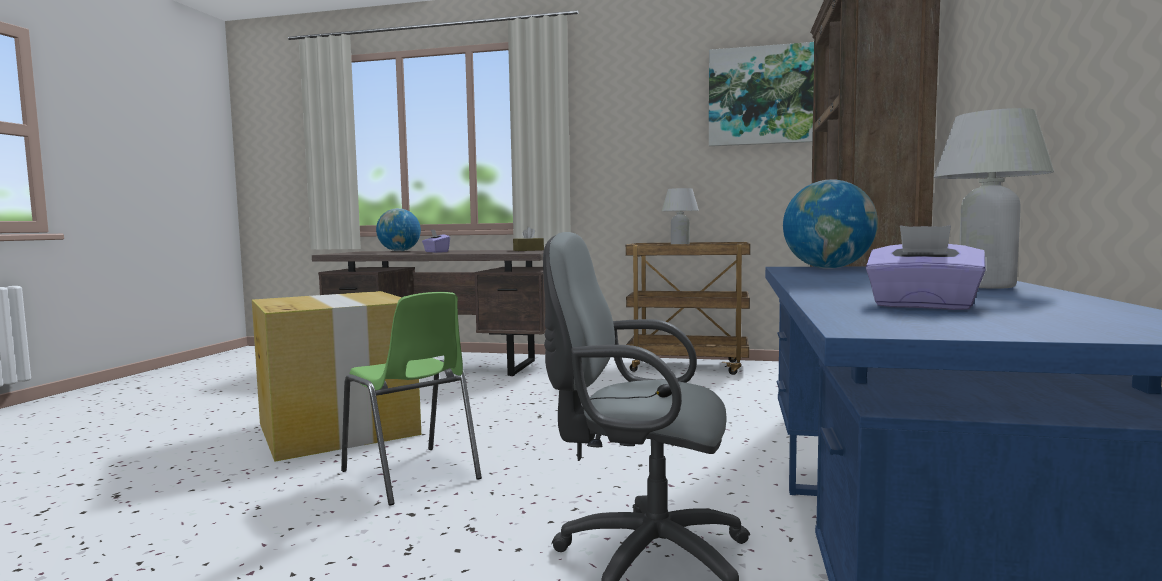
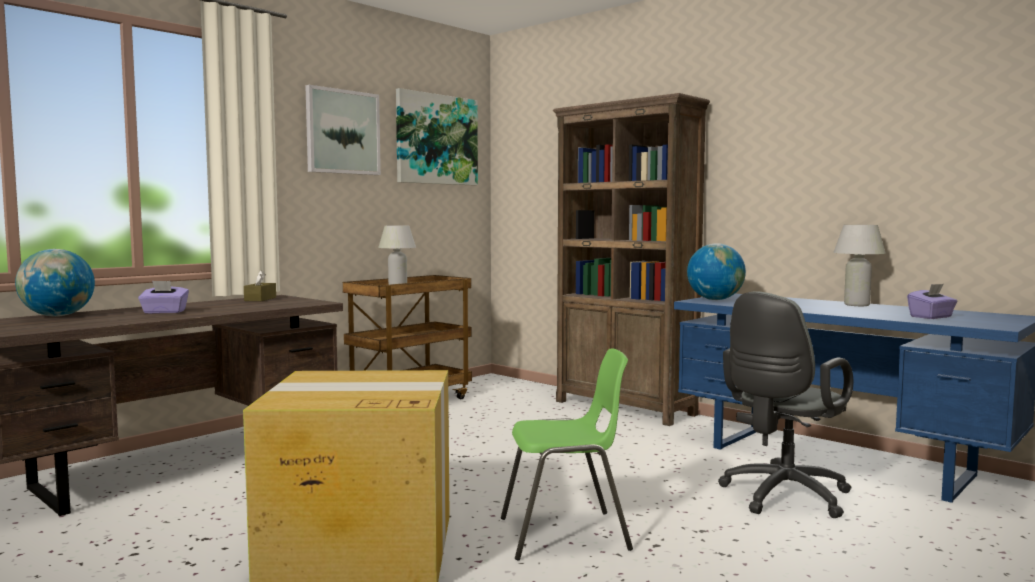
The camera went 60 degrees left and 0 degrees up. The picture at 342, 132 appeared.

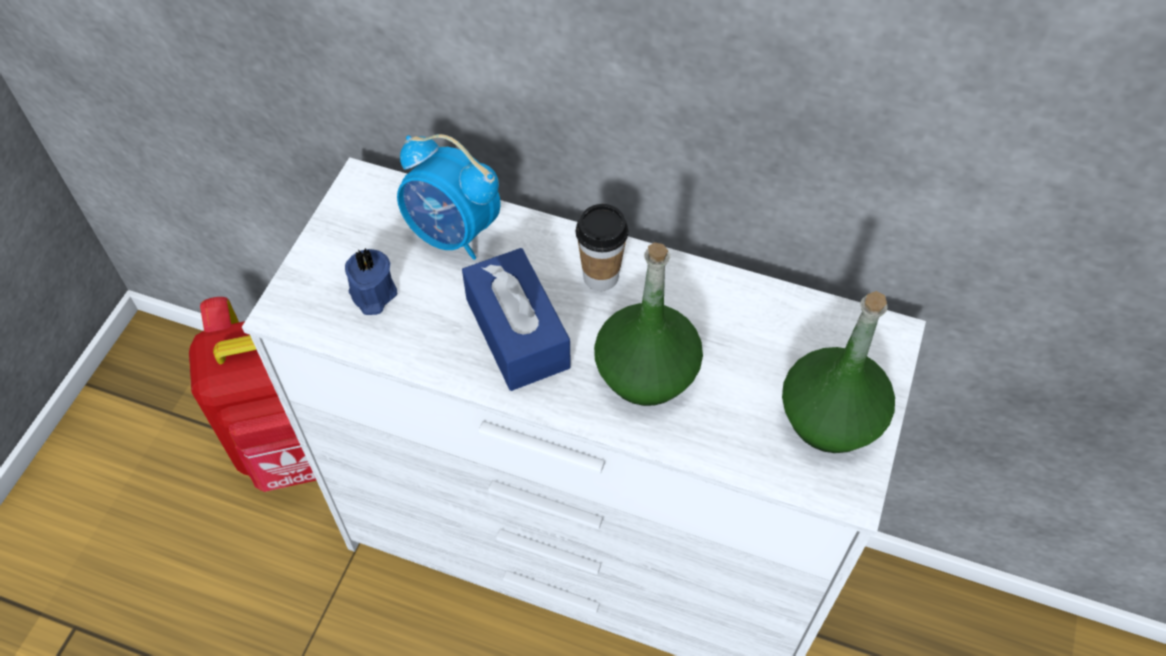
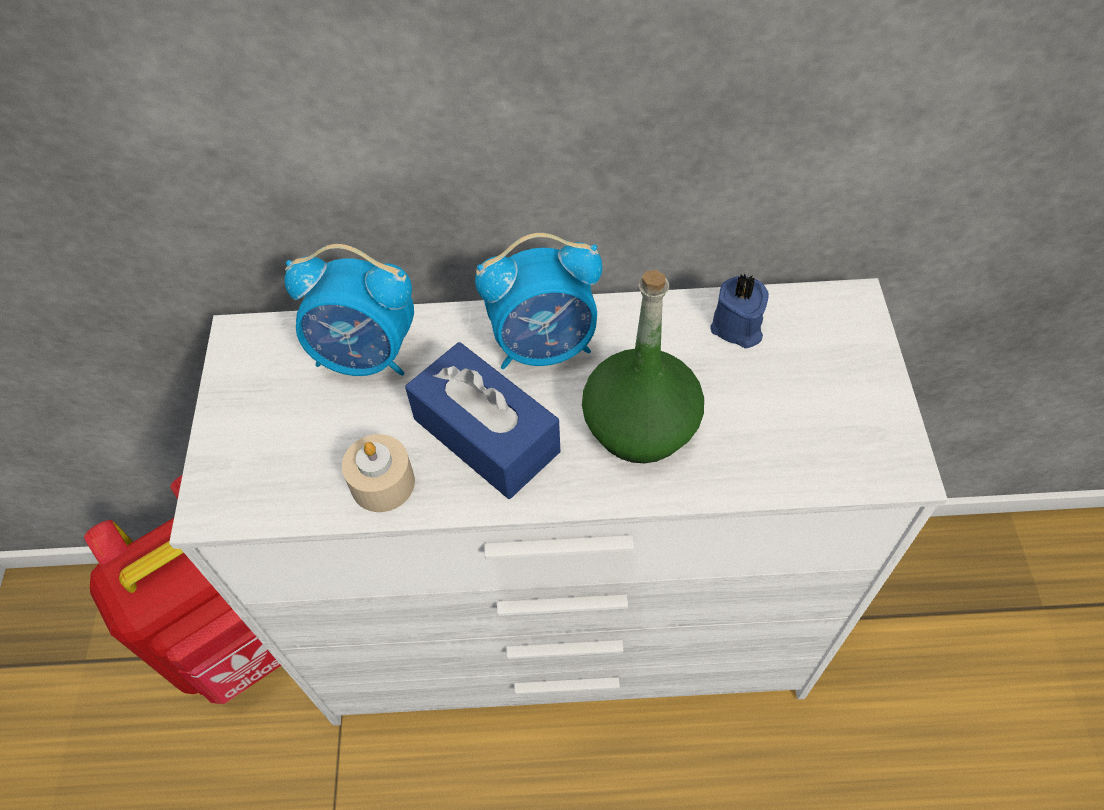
The camera went 20 degrees left and 0 degrees up. The cup at 600, 277 was replaced by the alarm clock at 545, 346. The blue candle moved from 372, 294 to 737, 327. The green bottle at 830, 418 disappeared. The beige candle at 382, 483 appeared.

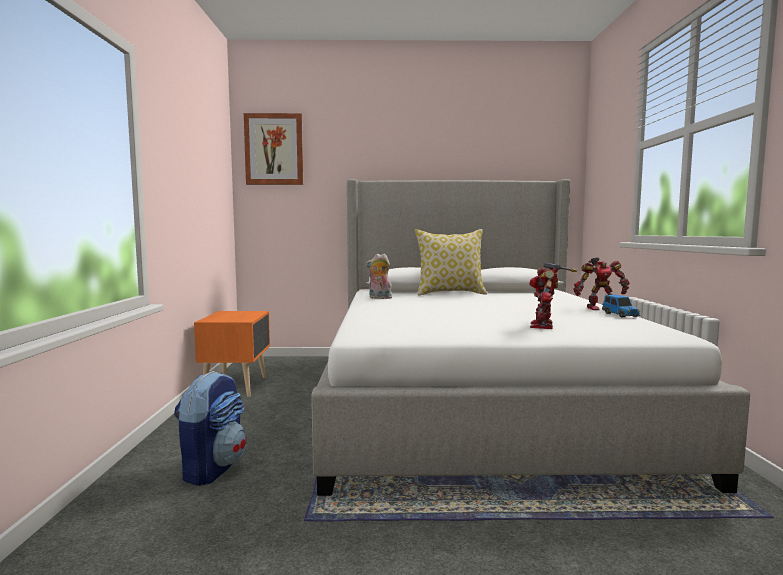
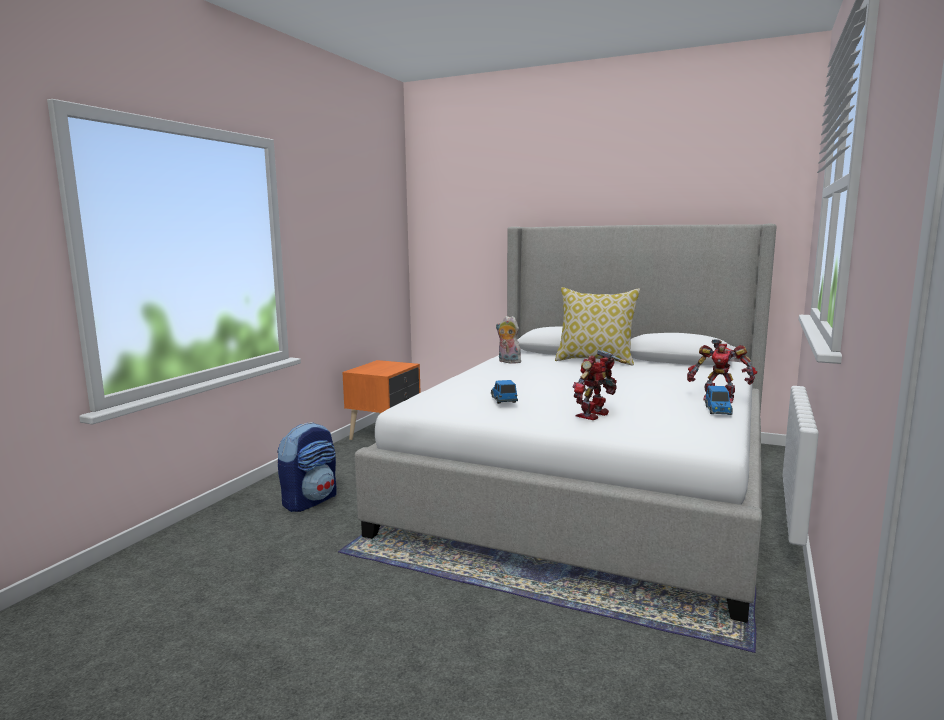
The camera went 25 degrees right and 5 degrees up. The picture at 274, 149 disappeared. The toy car at 503, 400 appeared.

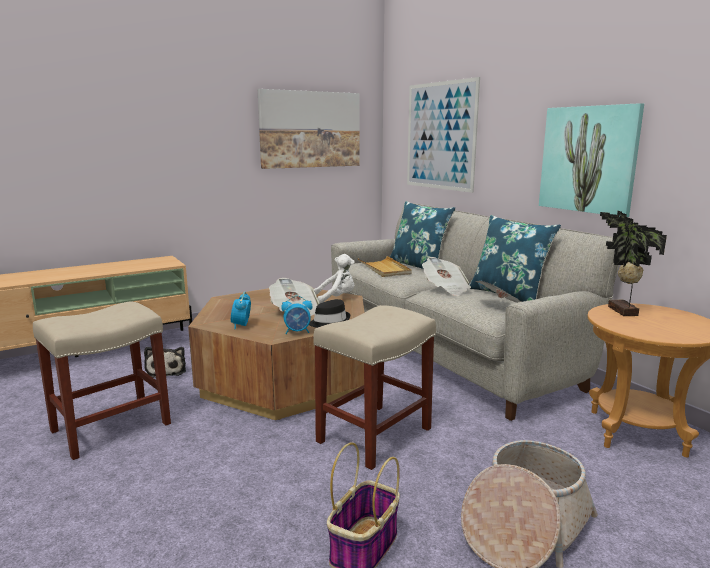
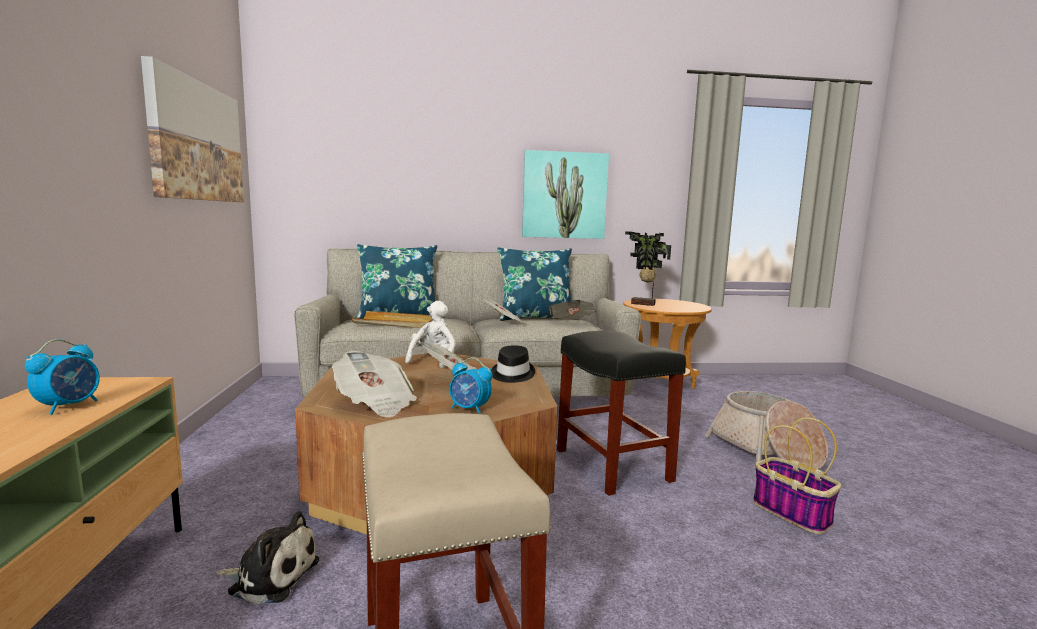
The camera went 65 degrees left and 5 degrees down. The picture at 440, 136 disappeared. The alarm clock moved from 297, 332 to 69, 406. The beige stool at 375, 434 became the black stool at 611, 464. The newspaper at 375, 404 appeared.

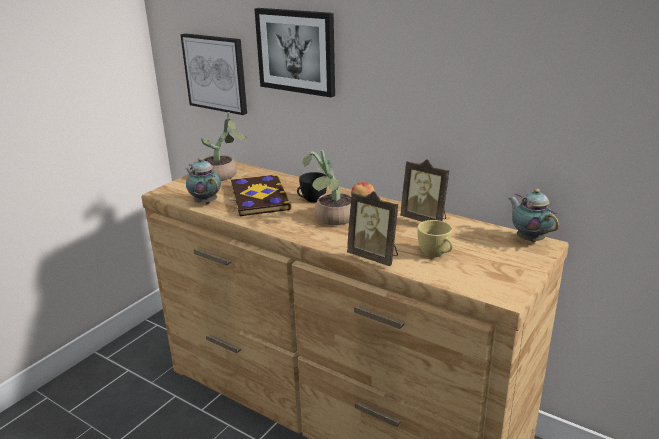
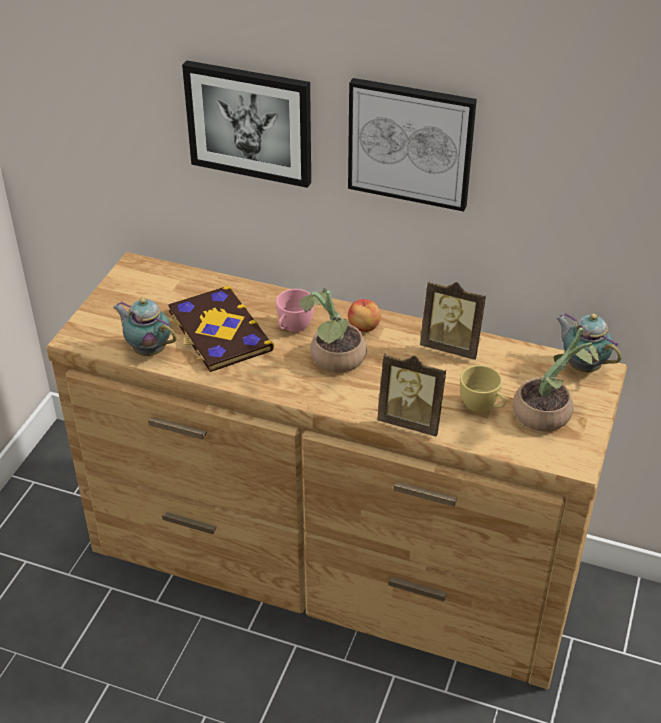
The camera went 15 degrees left and 15 degrees up. The picture moved from 216, 73 to 411, 143. The potted plant moved from 224, 176 to 549, 413. The black cup at 311, 200 became the pink cup at 293, 328.

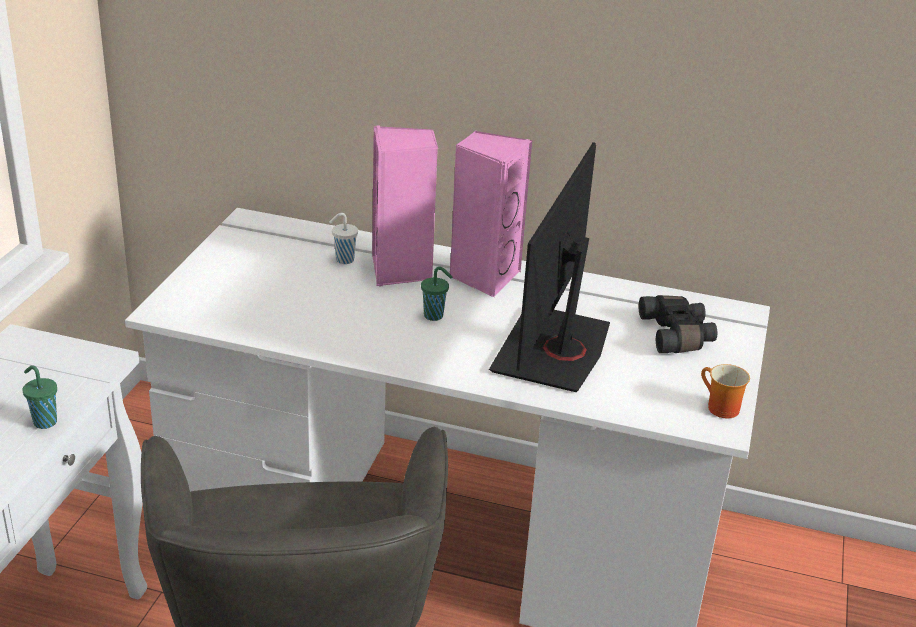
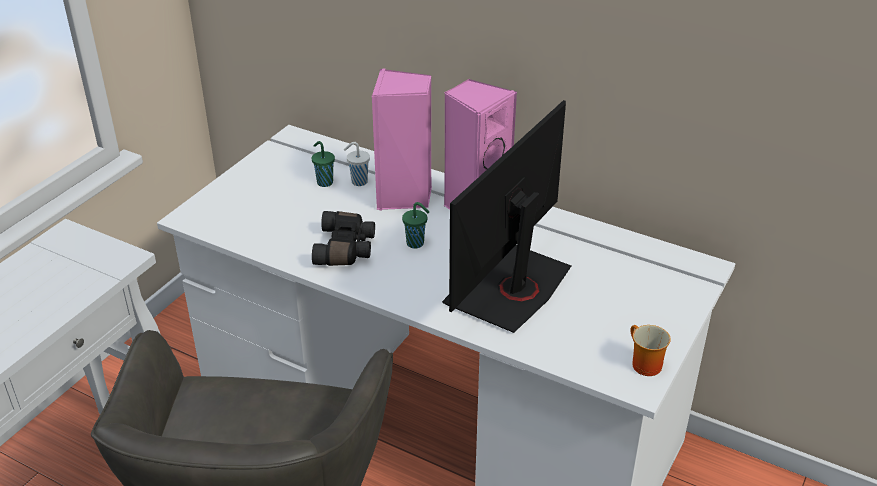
The camera went 15 degrees right and 5 degrees up. The black binoculars moved from 678, 335 to 346, 249. The green cup moved from 44, 422 to 324, 182.

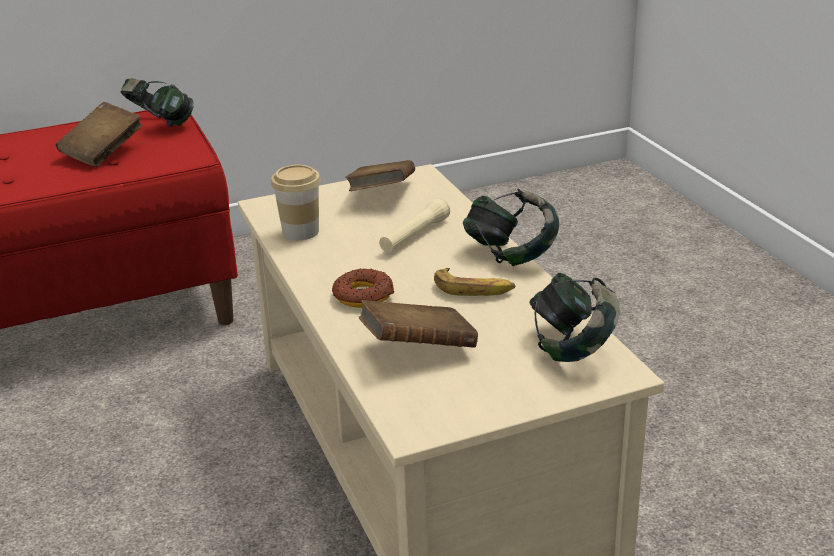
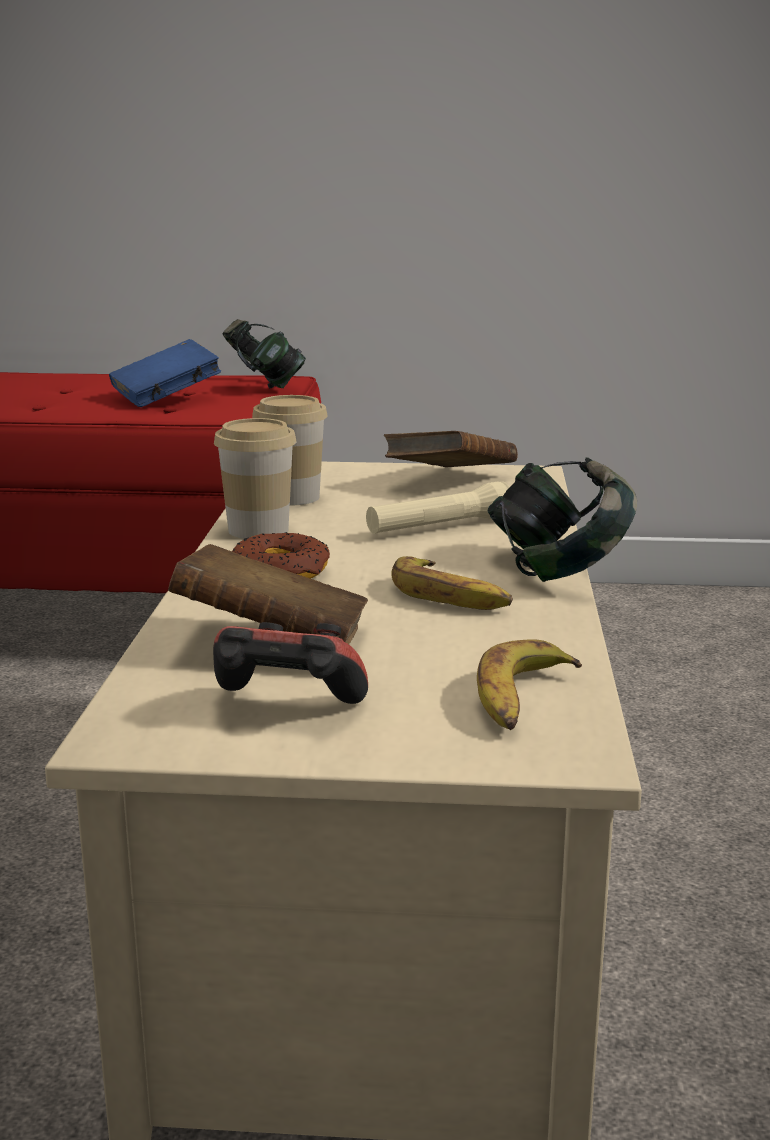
The camera went 25 degrees right and 10 degrees down. The brown book at 103, 152 became the blue book at 166, 398. The headphones at 572, 348 was replaced by the banana at 521, 699. The cup at 258, 530 appeared. The game controller at 286, 710 appeared.

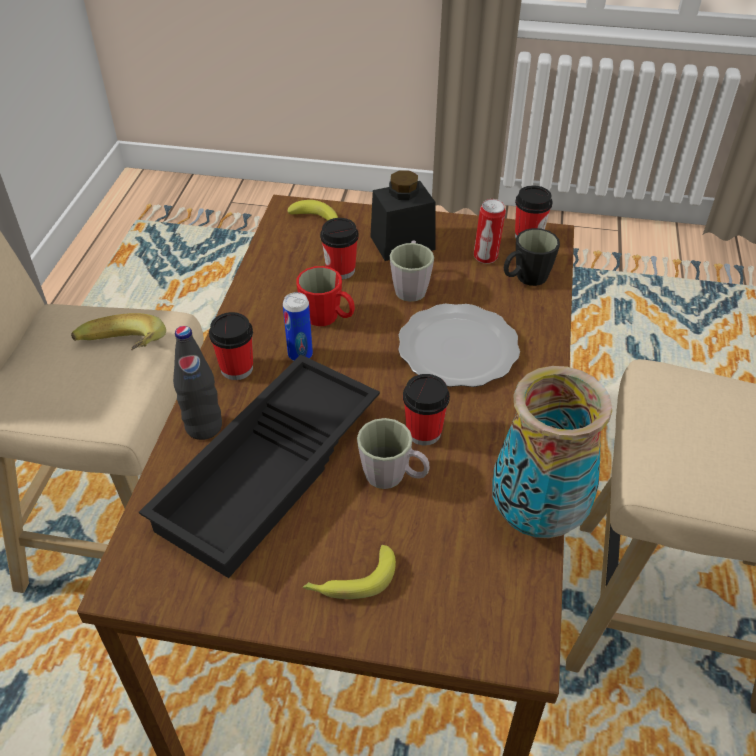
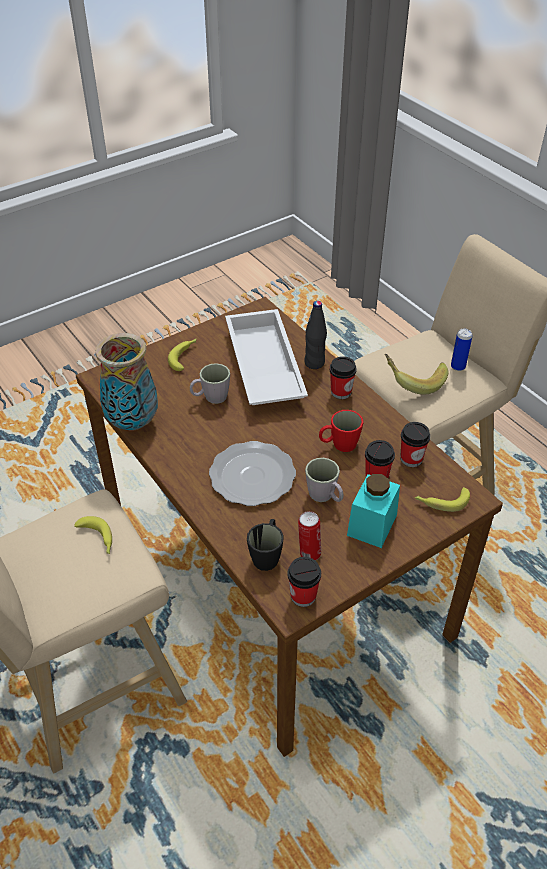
The camera went 135 degrees right and 0 degrees up. The black jar at 402, 243 became the turquoise jar at 372, 525. The can moved from 300, 355 to 458, 366. The black tray at 271, 473 became the white tray at 262, 367. The cup moved from 424, 432 to 411, 459. The banana at 98, 539 appeared.

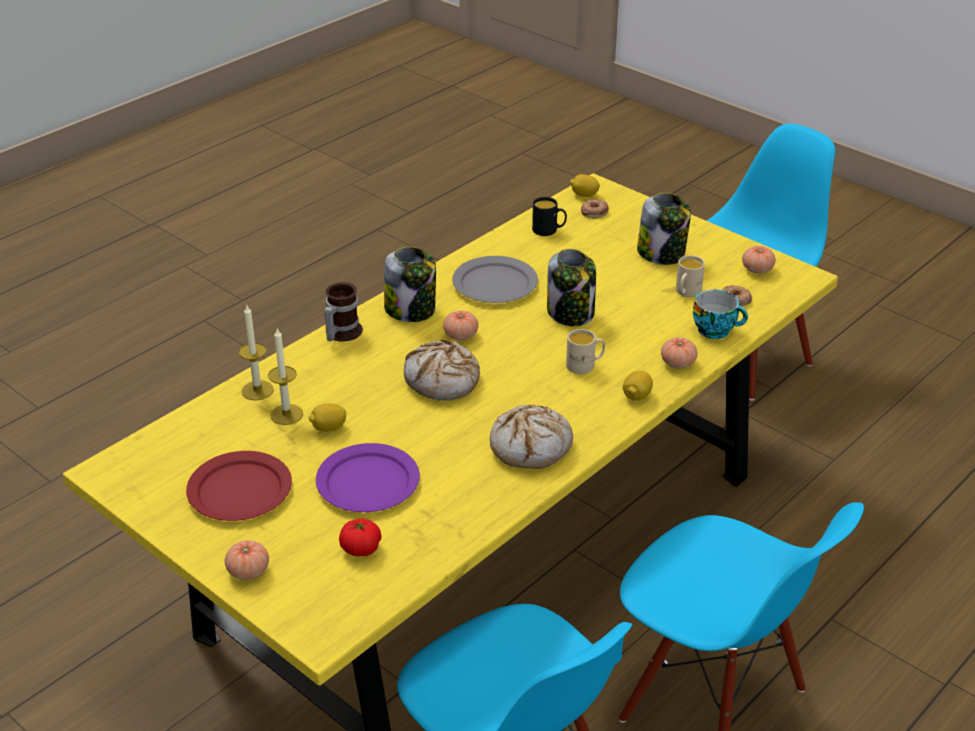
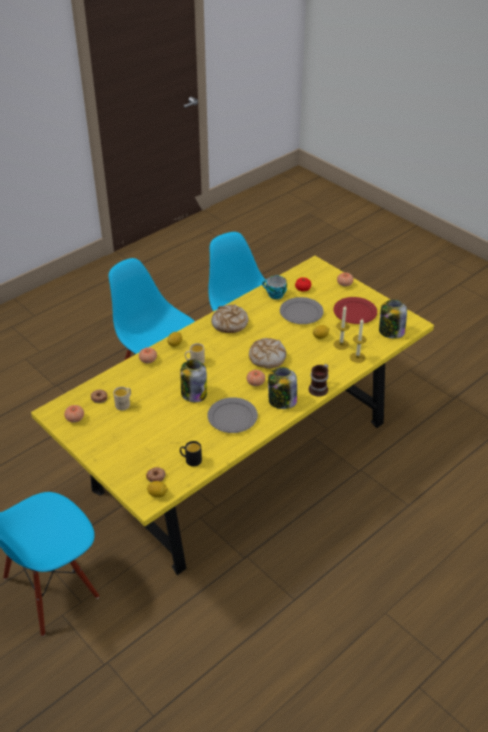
The camera went 175 degrees left and 5 degrees up. The jar moved from 662, 253 to 391, 332. The cup moved from 716, 330 to 274, 295. The purple plate at 367, 482 became the grey plate at 301, 312.

